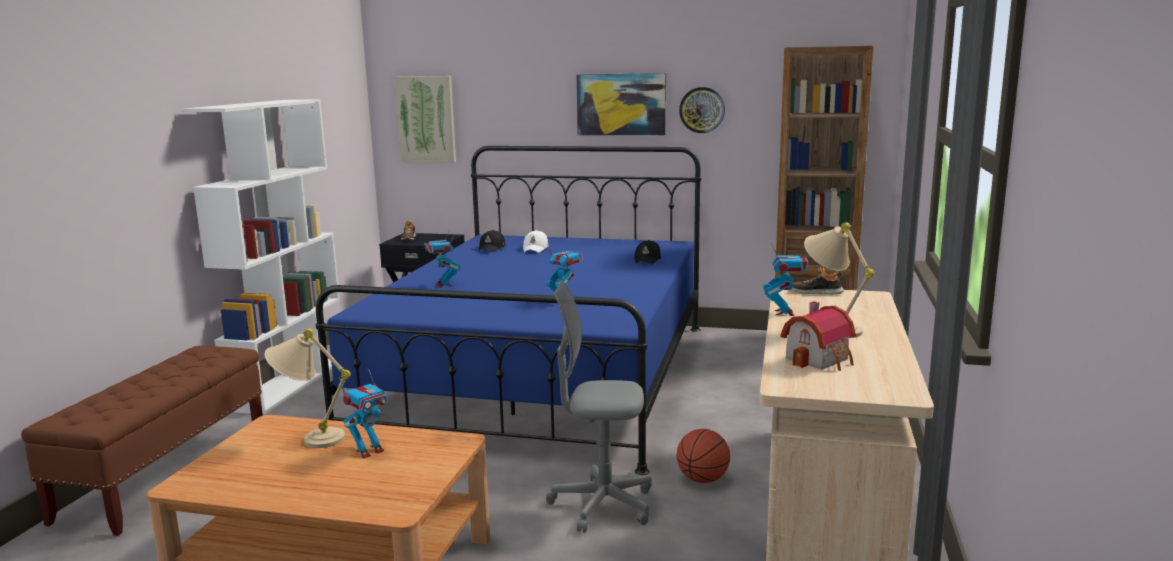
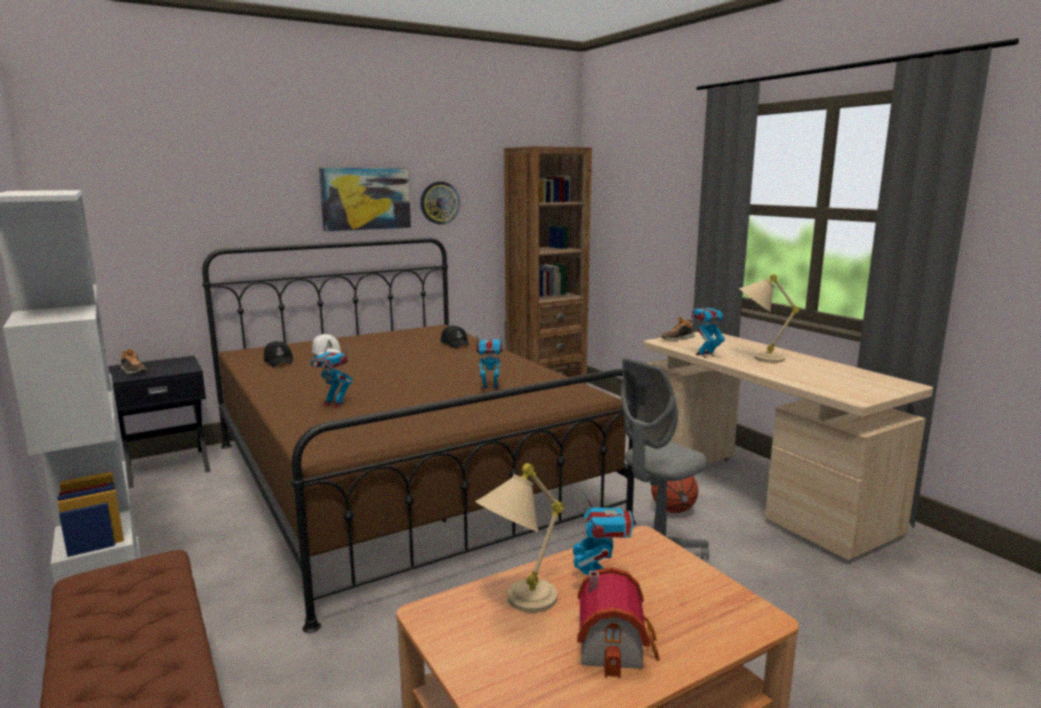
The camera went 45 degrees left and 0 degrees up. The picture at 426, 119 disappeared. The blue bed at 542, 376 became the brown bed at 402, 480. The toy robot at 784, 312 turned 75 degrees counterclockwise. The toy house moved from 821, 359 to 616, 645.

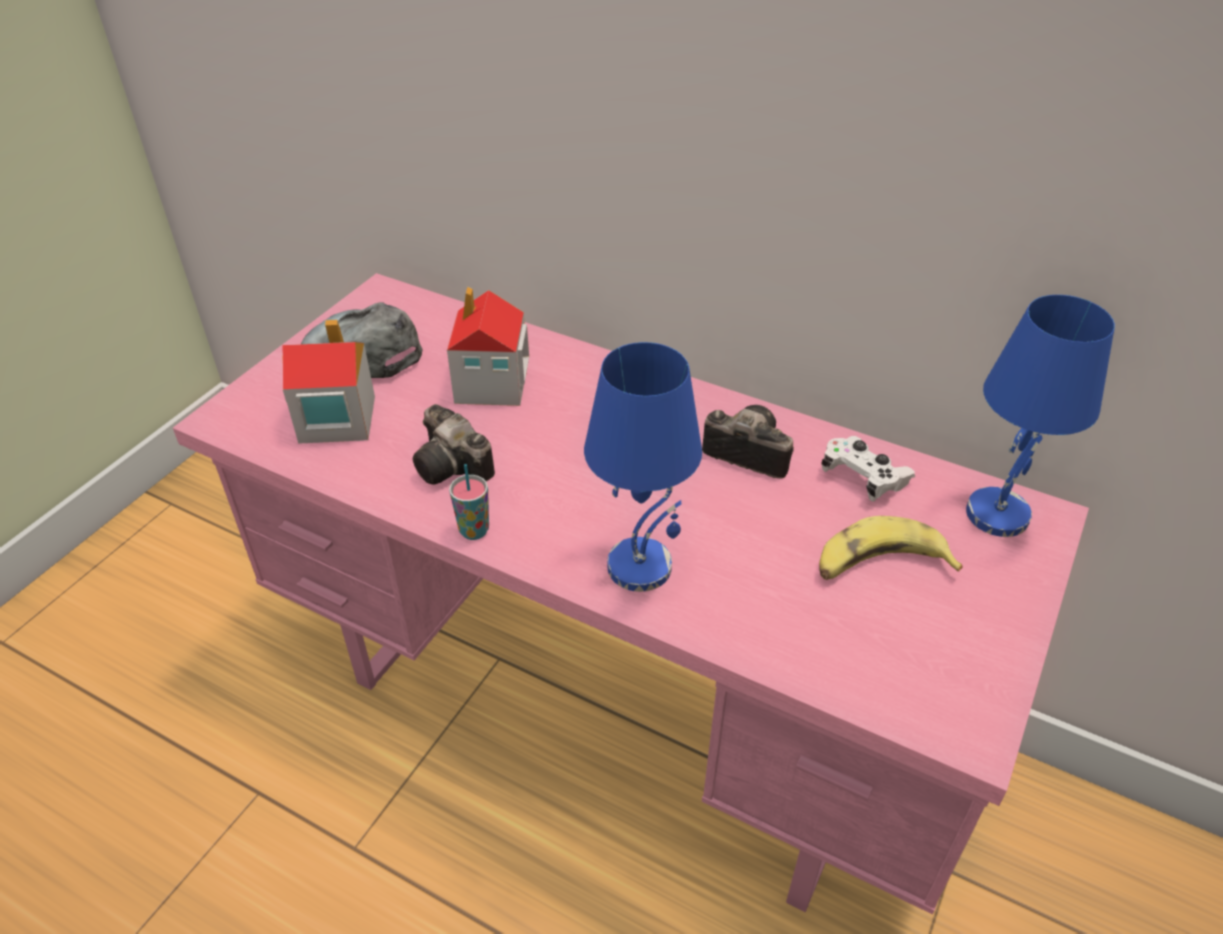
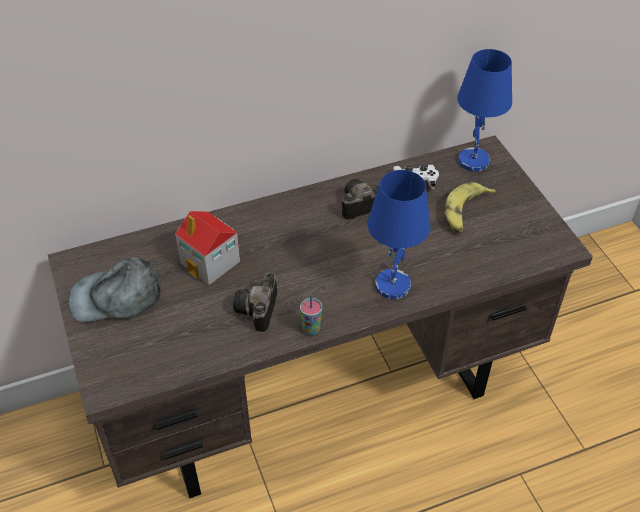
The camera went 50 degrees left and 5 degrees up. The pink desk at 616, 708 became the brown desk at 321, 391. The toy house at 336, 419 disappeared. The photo camera at 454, 467 turned 105 degrees clockwise.

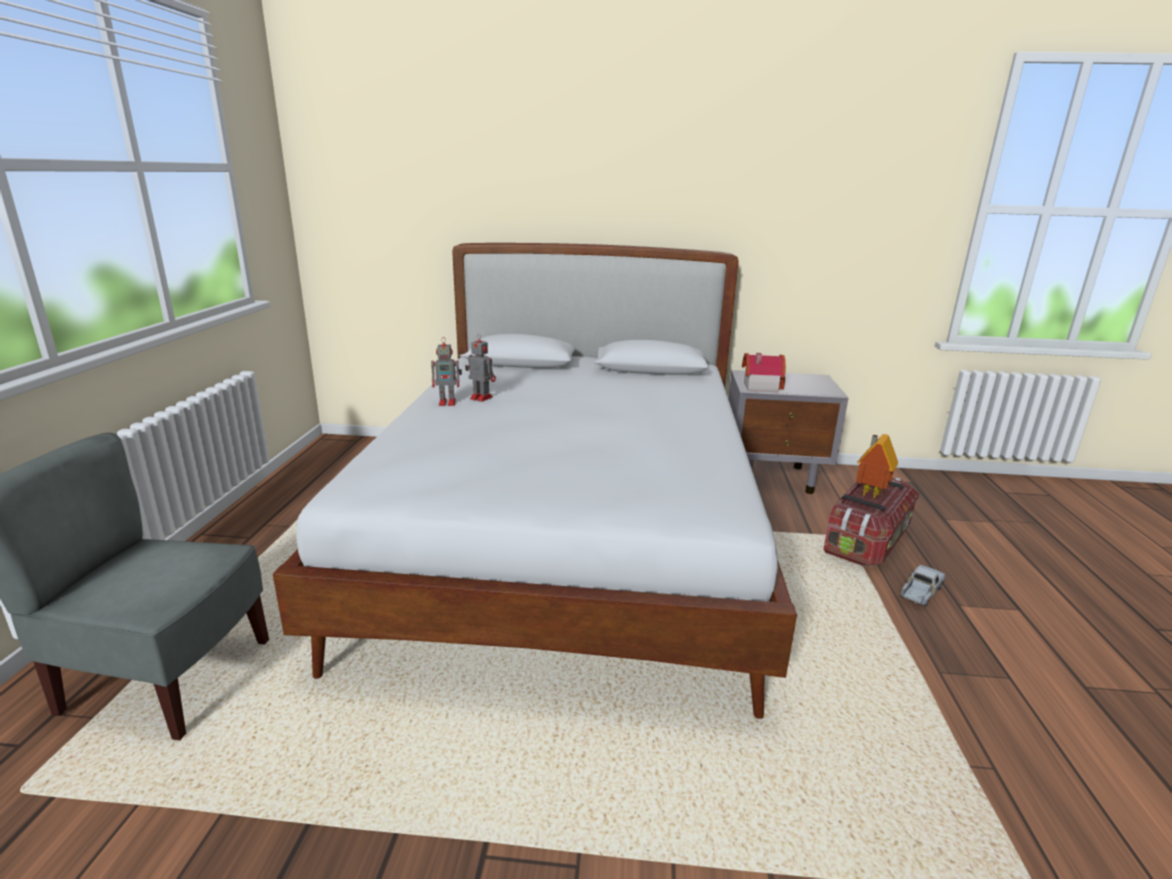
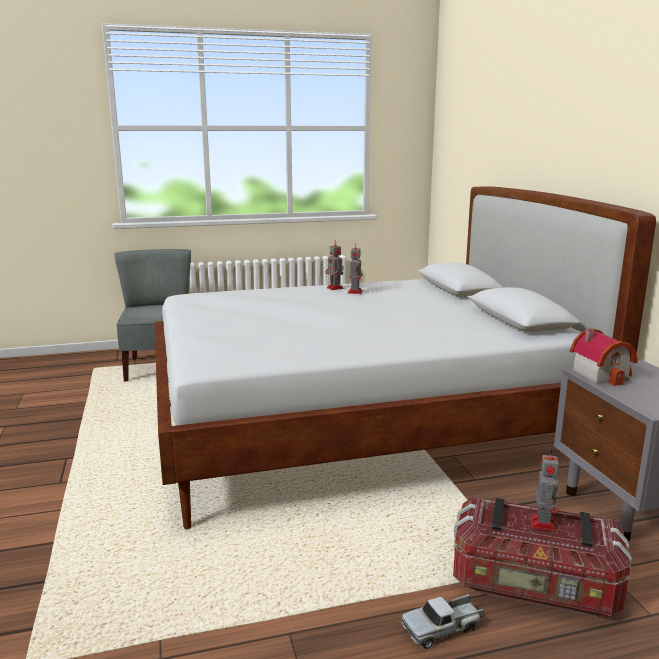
The camera went 70 degrees right and 5 degrees down. The toy house at 869, 493 was replaced by the toy robot at 543, 523. The toy truck at 920, 592 turned 135 degrees clockwise.

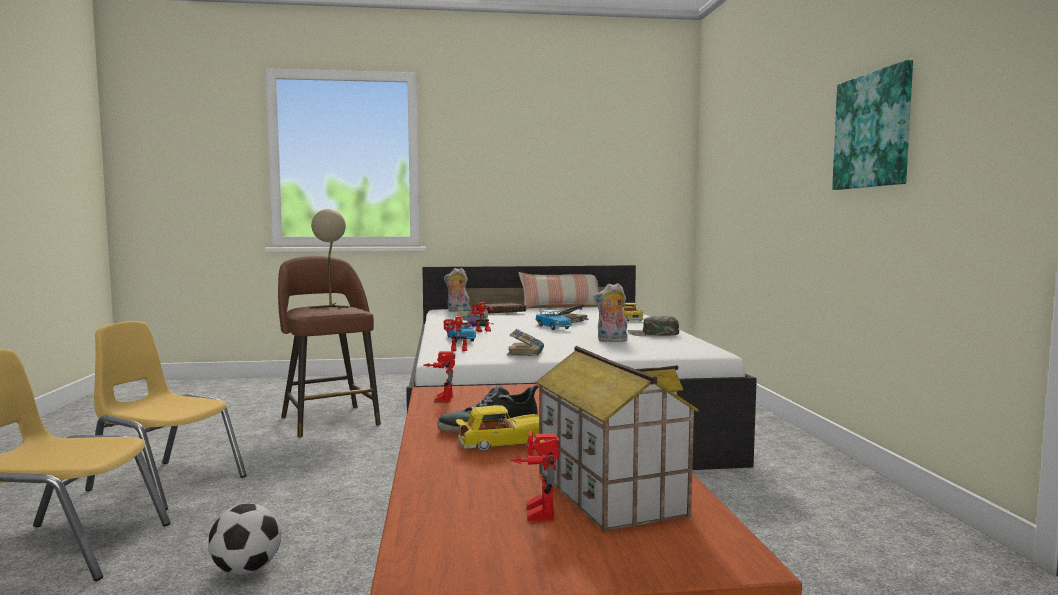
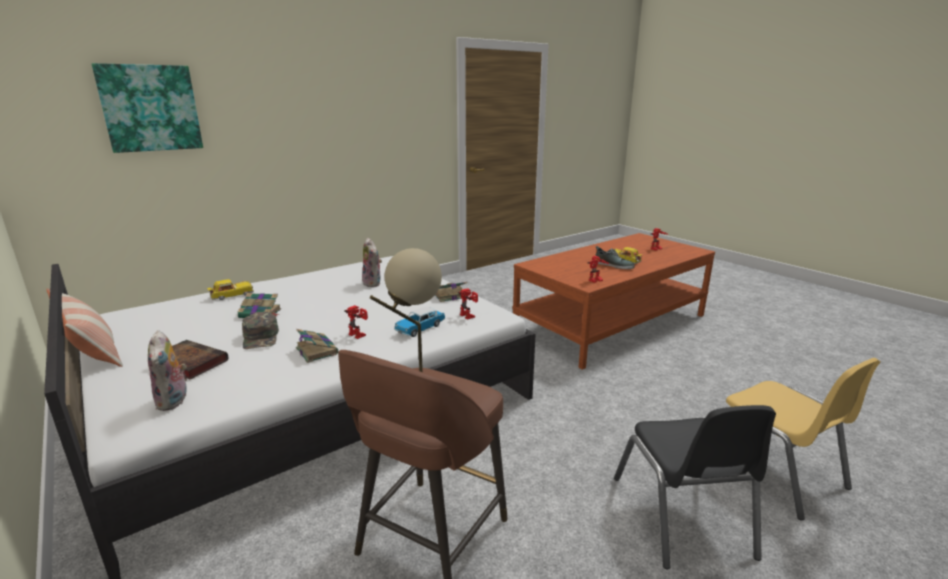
The camera went 120 degrees left and 15 degrees up. The picture moved from 873, 130 to 150, 108. The toy car at 553, 327 disappeared. The green cap moved from 653, 334 to 261, 337. The yellow chair at 166, 484 became the black chair at 681, 516. The toy house at 607, 492 disappeared. The football at 246, 570 disappeared.

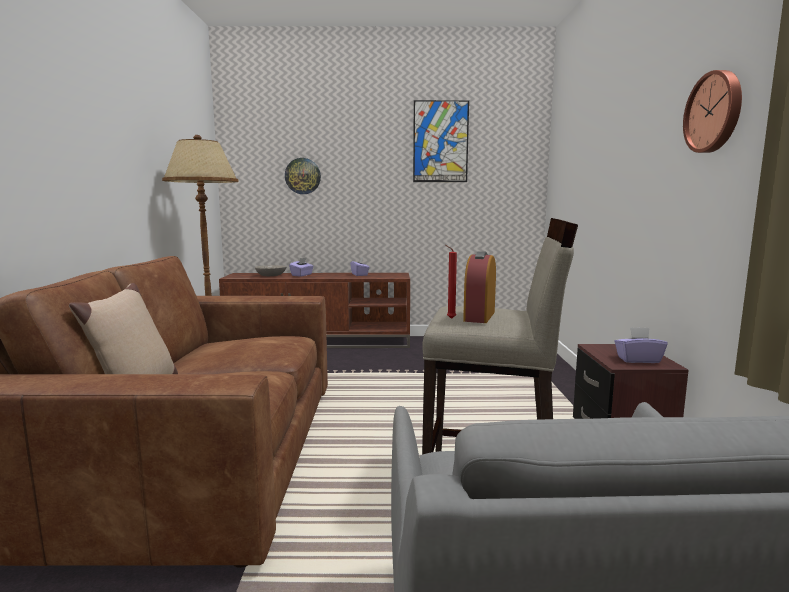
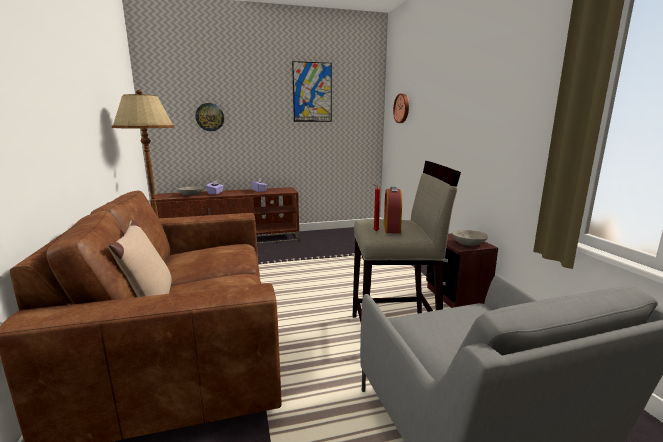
The camera went 15 degrees left and 5 degrees up. The wall clock moved from 715, 112 to 402, 108. The purple tissue box at 638, 360 was replaced by the grey bowl at 469, 243.

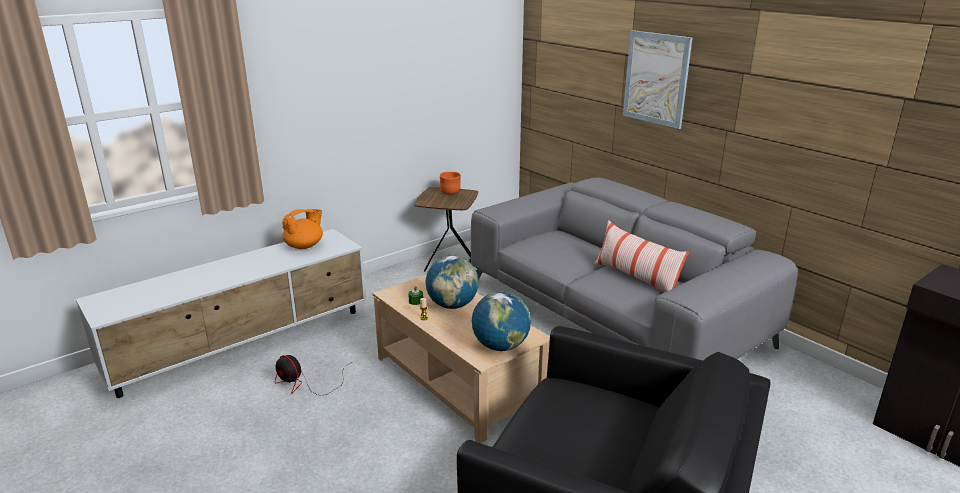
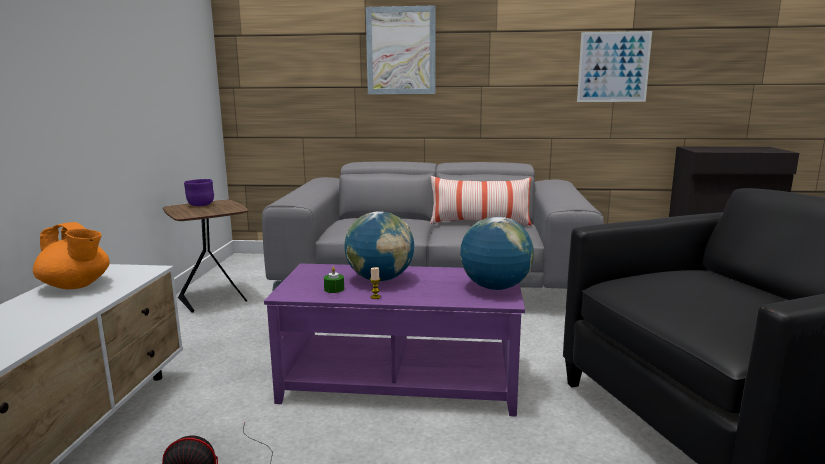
The camera went 45 degrees left and 10 degrees down. The orange bowl at 450, 192 became the purple bowl at 200, 205. The orange teapot at 304, 246 turned 120 degrees clockwise. The beige coffee table at 459, 381 became the purple coffee table at 401, 379. The picture at 613, 67 appeared.

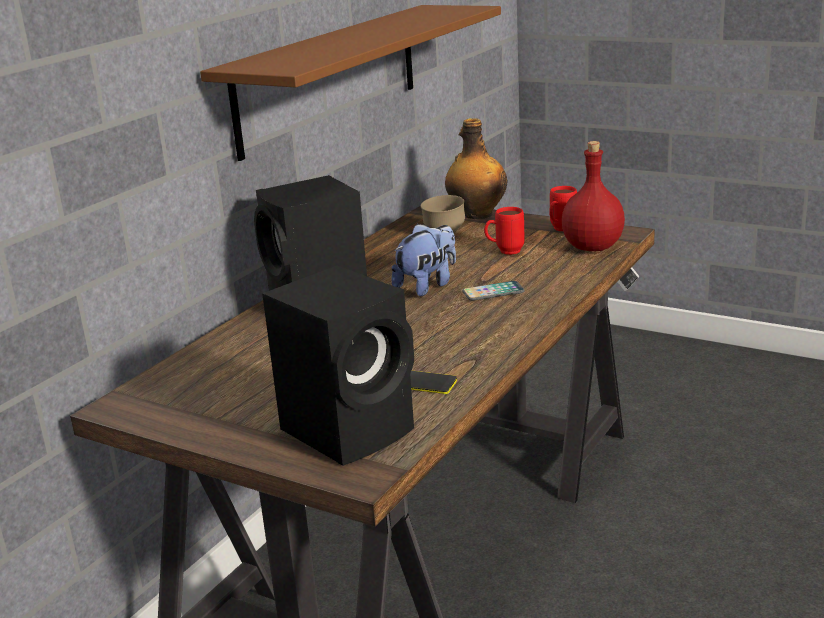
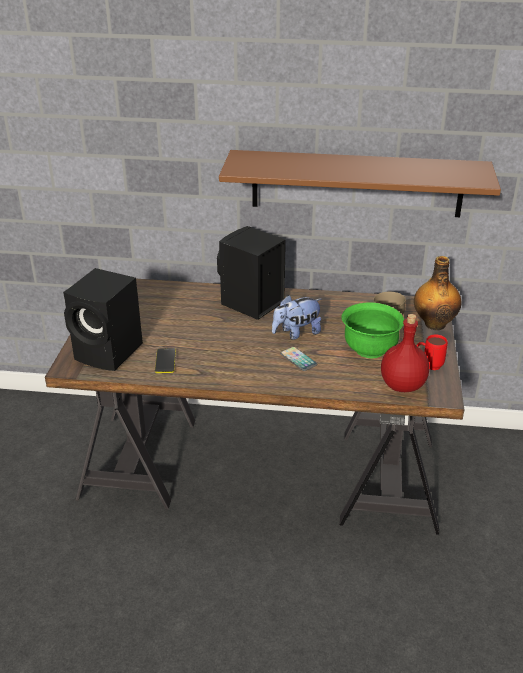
The camera went 65 degrees right and 10 degrees up. The red mug at 504, 252 was replaced by the green bowl at 370, 350. The plush toy at 427, 285 turned 135 degrees clockwise.

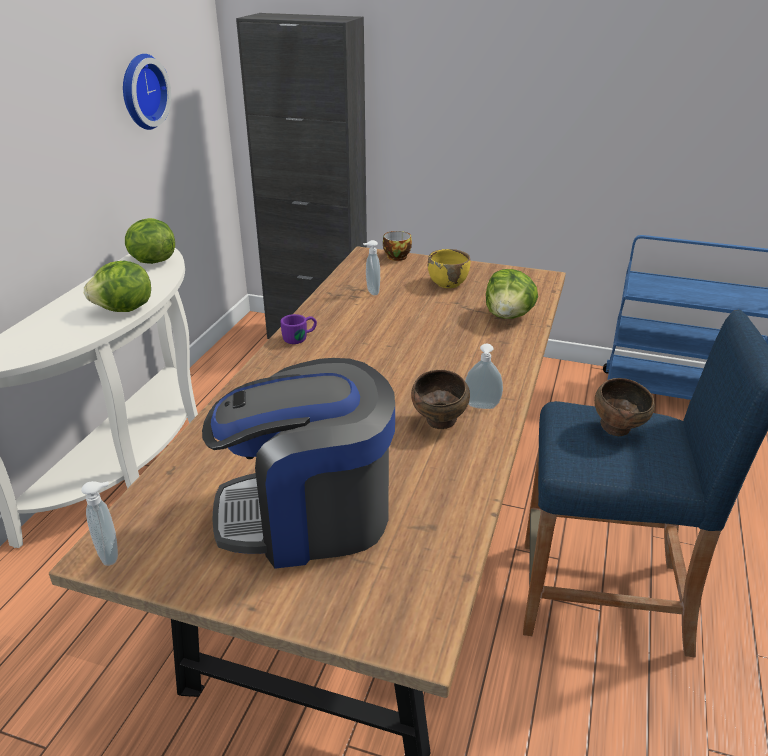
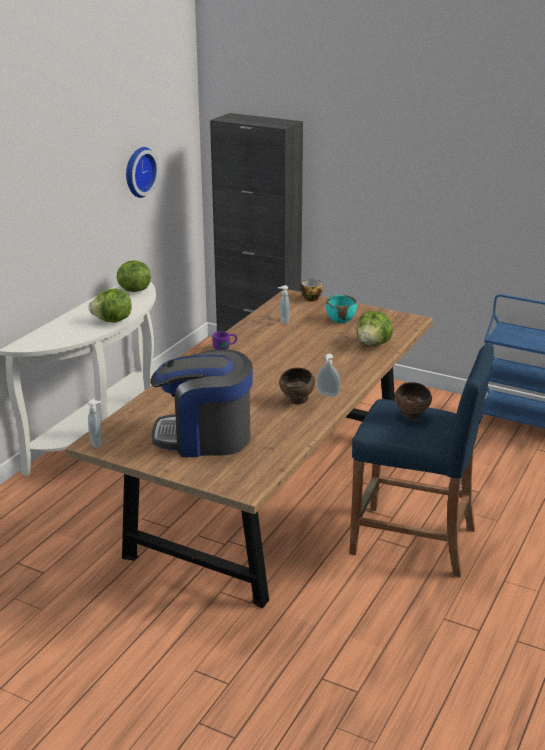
The camera went 10 degrees right and 5 degrees down. The yellow bowl at 448, 283 became the turquoise bowl at 341, 319.

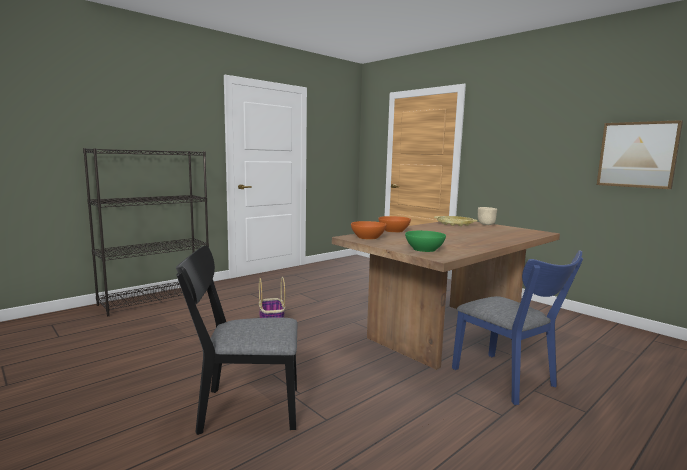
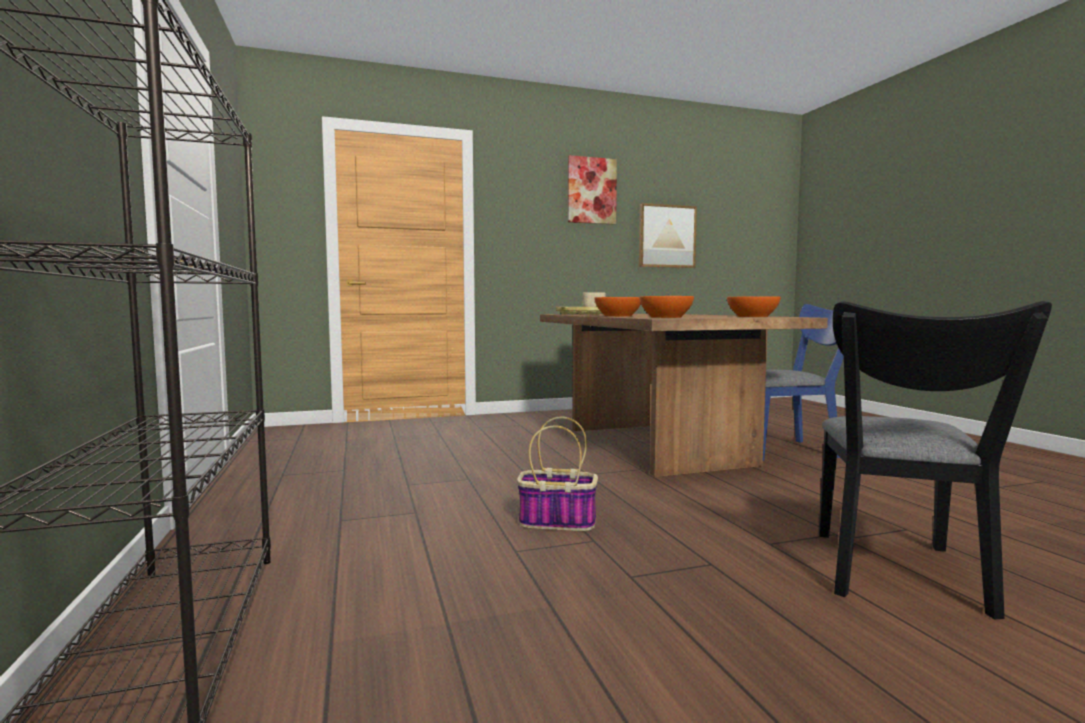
The camera went 65 degrees left and 5 degrees down. The green bowl at 424, 249 became the orange bowl at 752, 317. The picture at 591, 190 appeared.

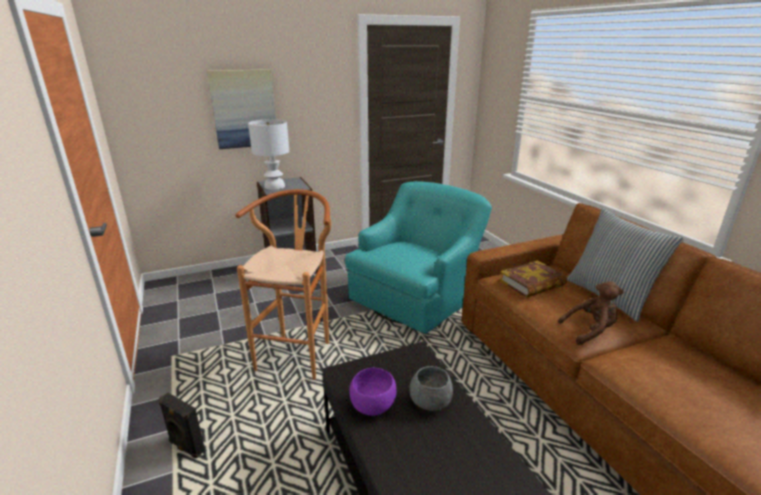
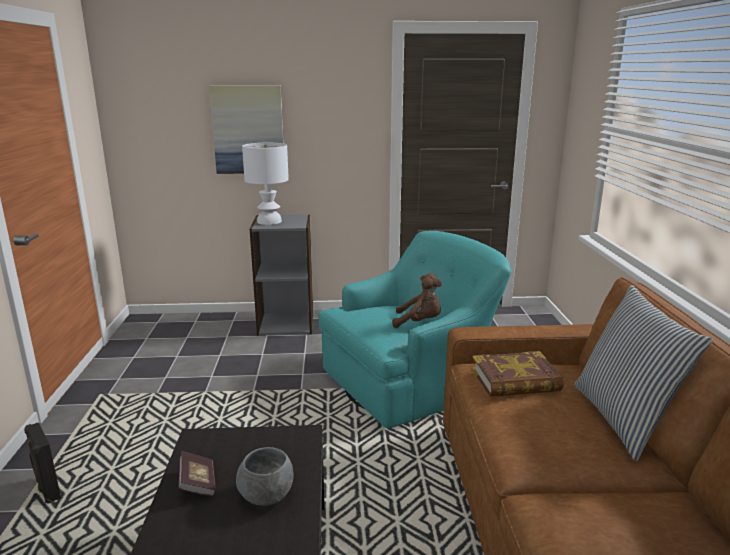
The camera went 20 degrees right and 5 degrees down. The brown stool at 298, 352 disappeared. The brown plush toy moved from 590, 331 to 419, 322. The purple bowl at 373, 407 was replaced by the book at 198, 483.

